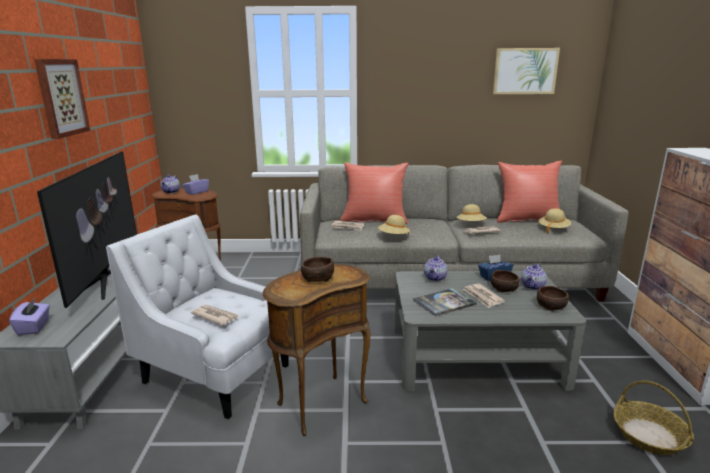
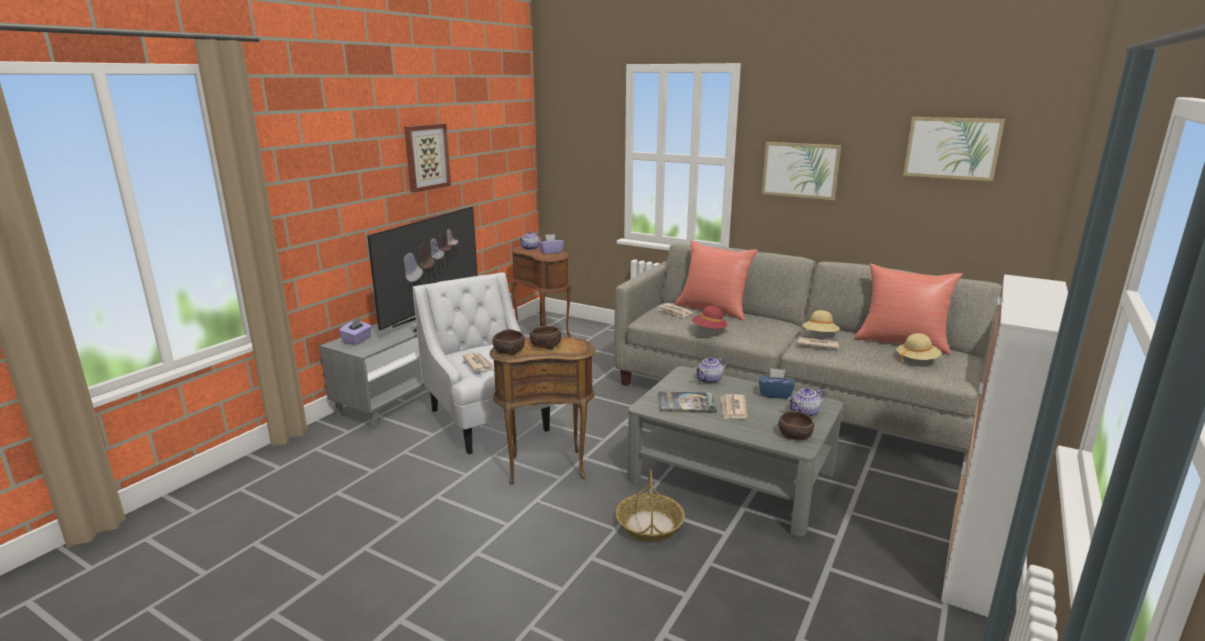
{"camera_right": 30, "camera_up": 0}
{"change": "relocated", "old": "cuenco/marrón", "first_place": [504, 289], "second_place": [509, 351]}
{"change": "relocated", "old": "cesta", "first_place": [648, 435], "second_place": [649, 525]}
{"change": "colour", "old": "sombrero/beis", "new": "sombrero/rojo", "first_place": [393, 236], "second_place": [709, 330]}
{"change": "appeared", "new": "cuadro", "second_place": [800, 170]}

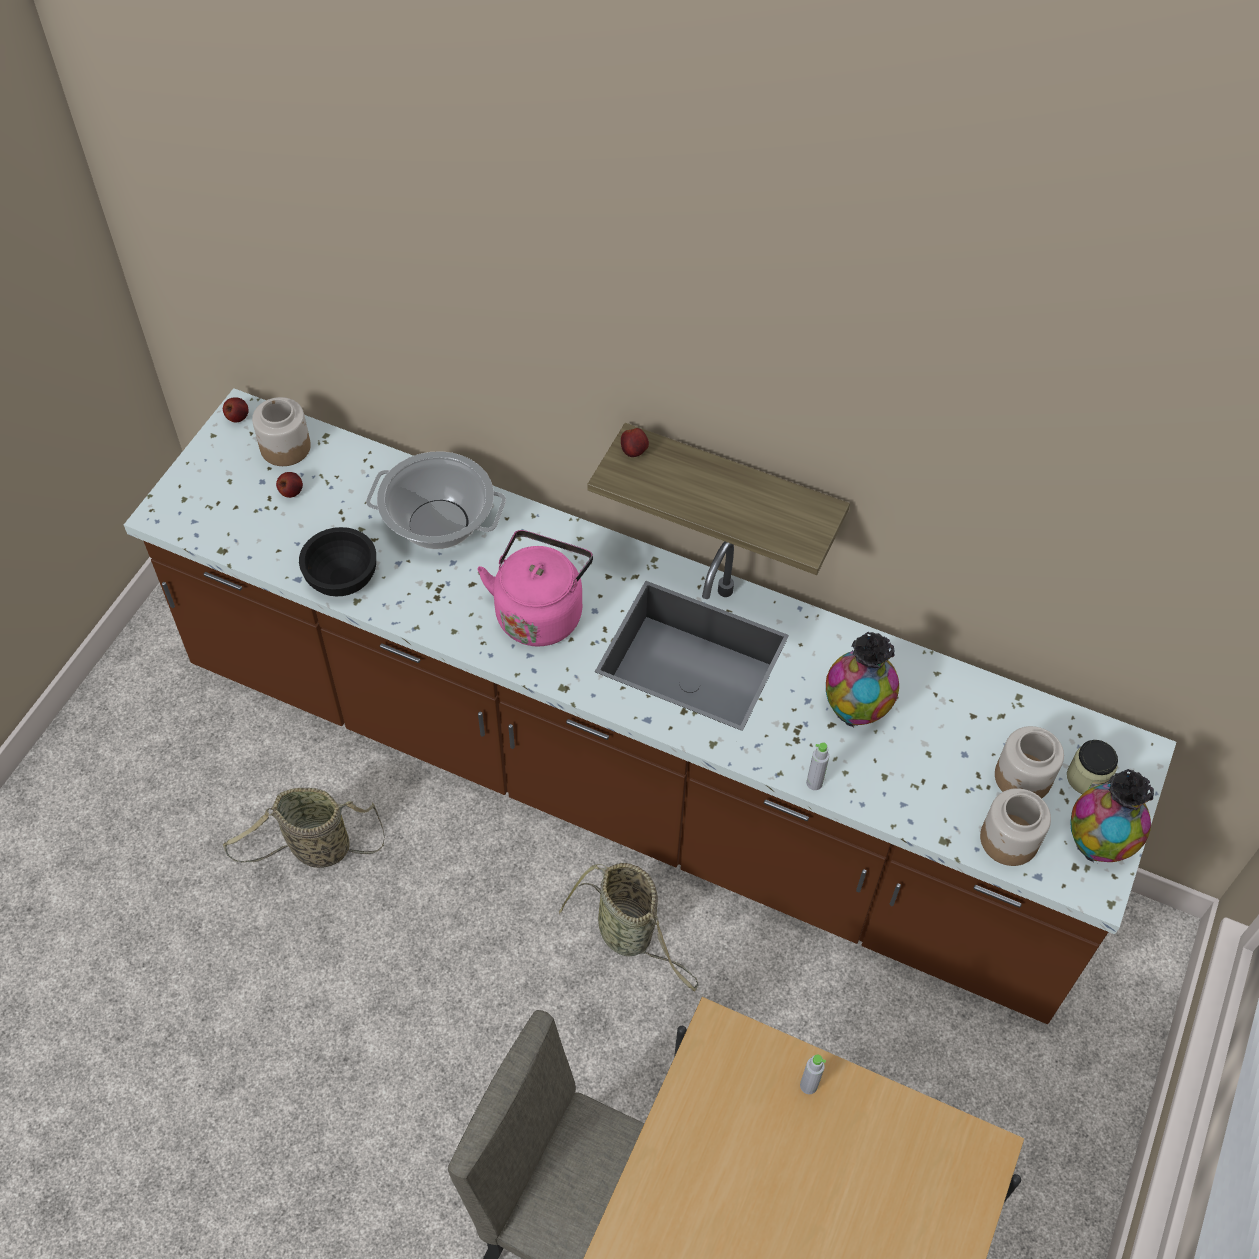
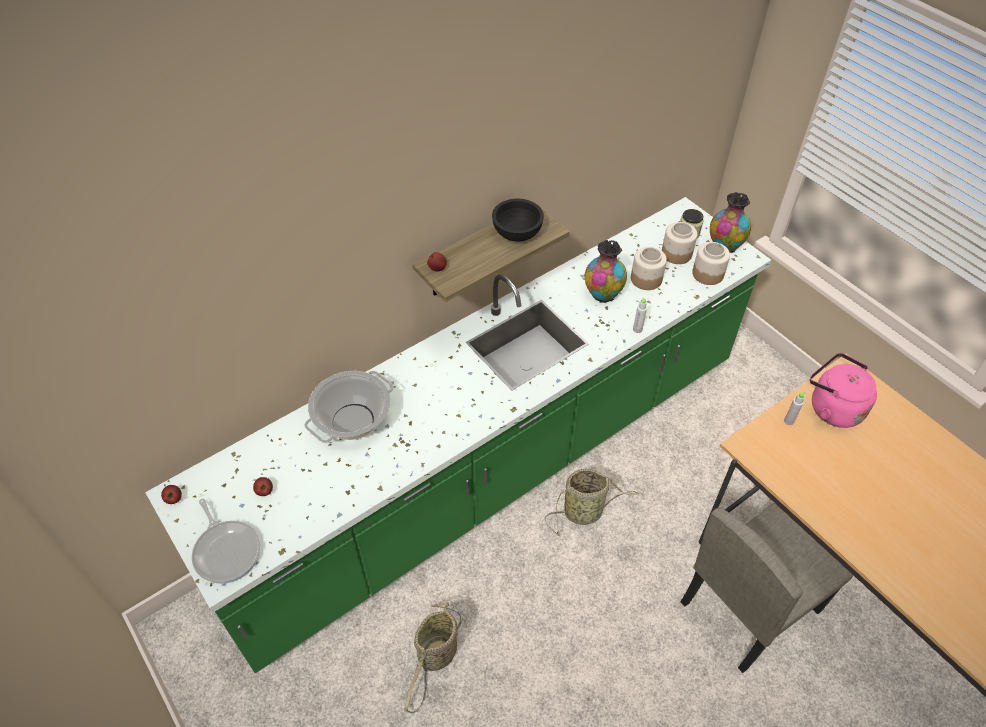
{"camera_right": -60, "camera_up": -5}
{"change": "colour", "old": "mueble bajo de cocina/marrón", "new": "mueble bajo de cocina/verde", "first_place": [625, 783], "second_place": [493, 471]}
{"change": "appeared", "new": "sartén", "second_place": [227, 550]}
{"change": "relocated", "old": "cuenco/negro", "first_place": [341, 577], "second_place": [516, 233]}
{"change": "relocated", "old": "tarro", "first_place": [285, 447], "second_place": [645, 279]}
{"change": "relocated", "old": "hervidor/rosa", "first_place": [540, 611], "second_place": [832, 407]}

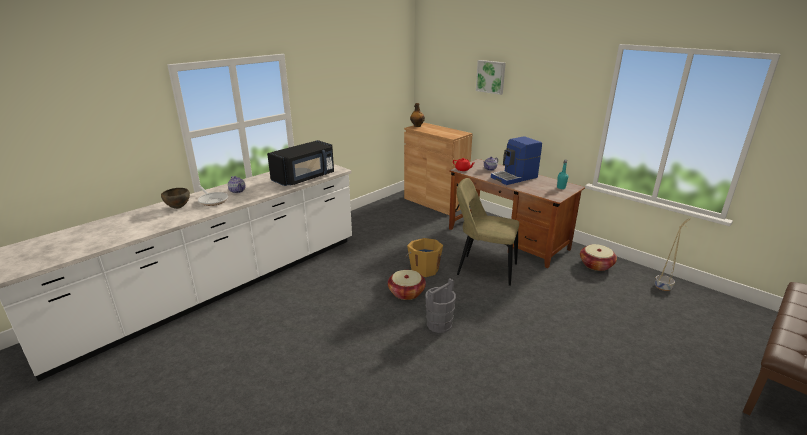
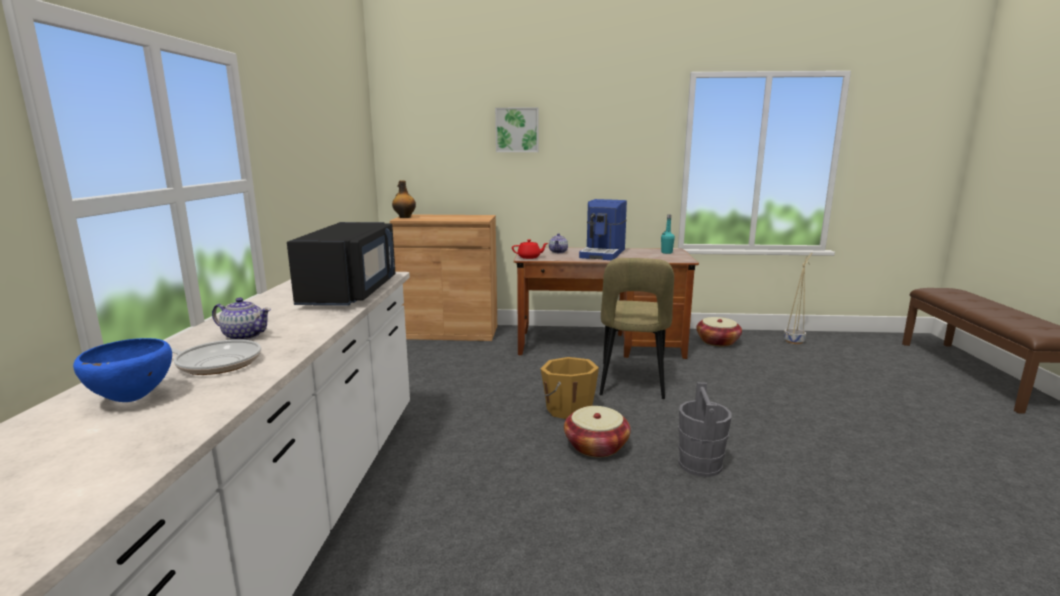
{"camera_right": -40, "camera_up": -10}
{"change": "colour", "old": "cuenco/marrón", "new": "cuenco/azul", "first_place": [178, 208], "second_place": [132, 400]}
{"change": "spun", "old": "silla/beis", "first_place": [483, 269], "second_place": [632, 383], "degrees": -60}

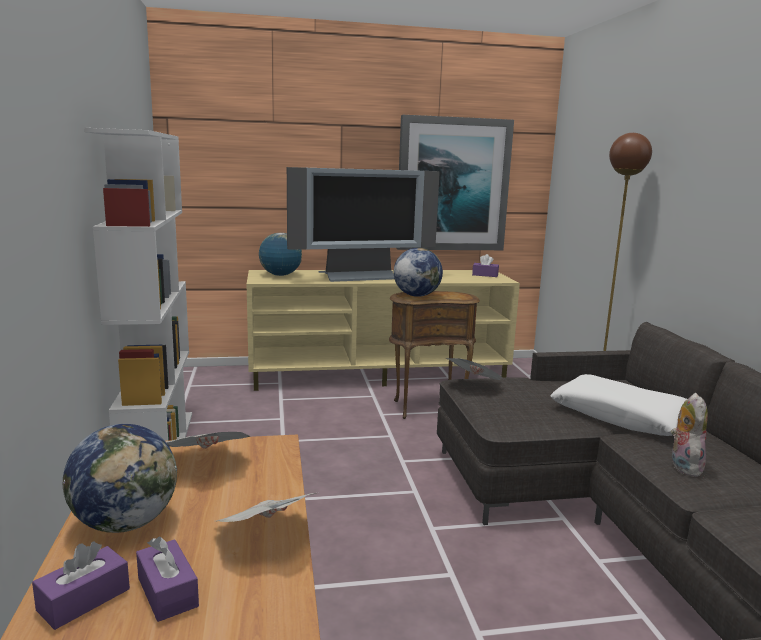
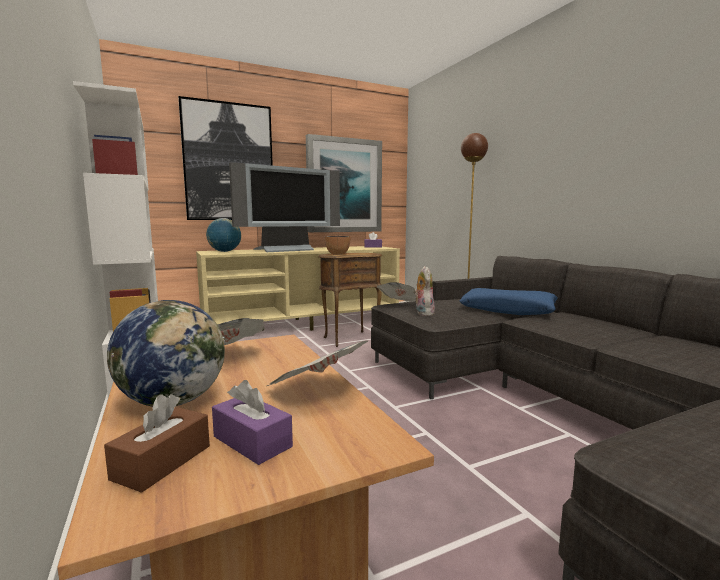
{"camera_right": -15, "camera_up": -5}
{"change": "colour", "old": "caja de pañuelos/morado", "new": "caja de pañuelos/marrón", "first_place": [84, 599], "second_place": [162, 462]}
{"change": "appeared", "new": "cuadro", "second_place": [229, 162]}
{"change": "exchanged", "old": "globo terráqueo", "new": "cuenco", "first_place": [416, 295], "second_place": [337, 254]}
{"change": "relocated", "old": "peluche", "first_place": [683, 466], "second_place": [423, 313]}
{"change": "colour", "old": "cojín/blanco", "new": "cojín/azul", "first_place": [621, 416], "second_place": [508, 310]}

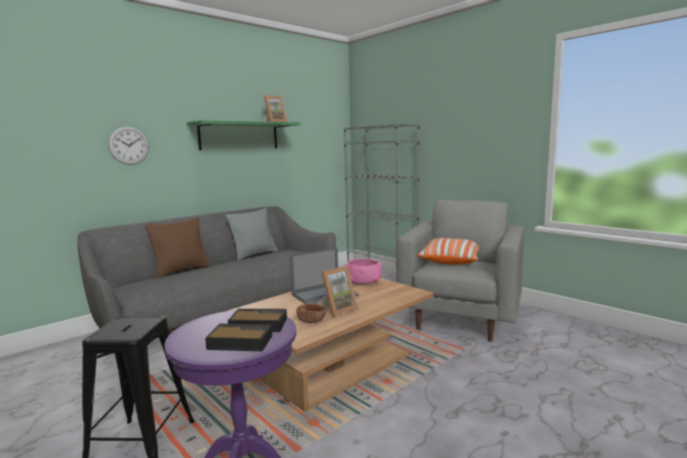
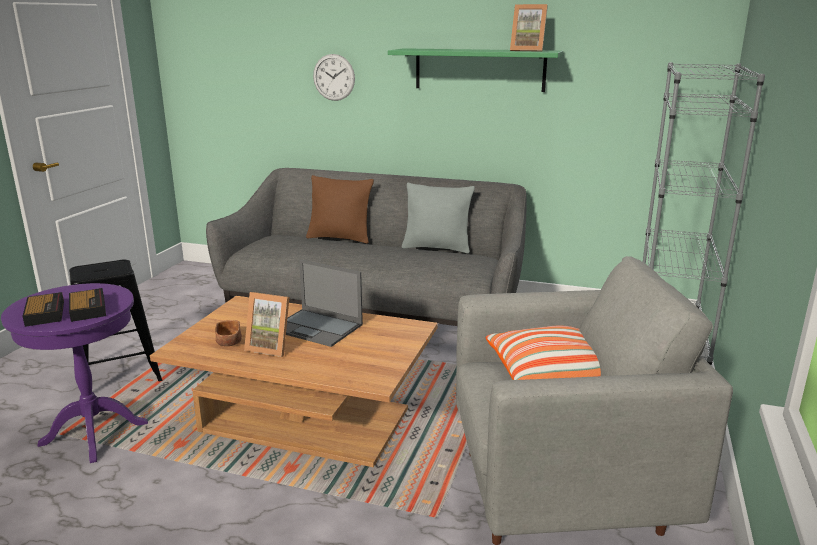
{"camera_right": 60, "camera_up": 10}
{"change": "missing", "old": "cuenco/rosa", "first_place": [362, 282]}

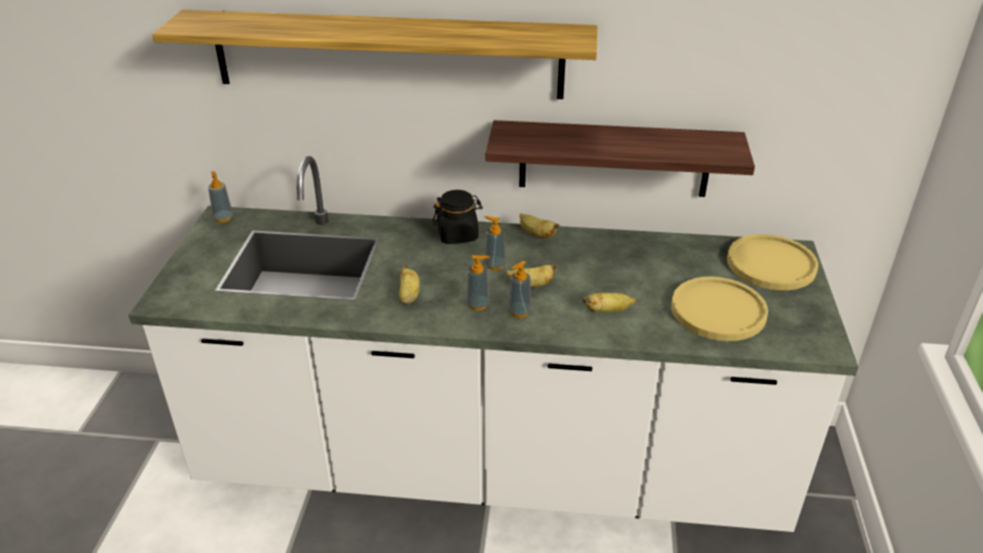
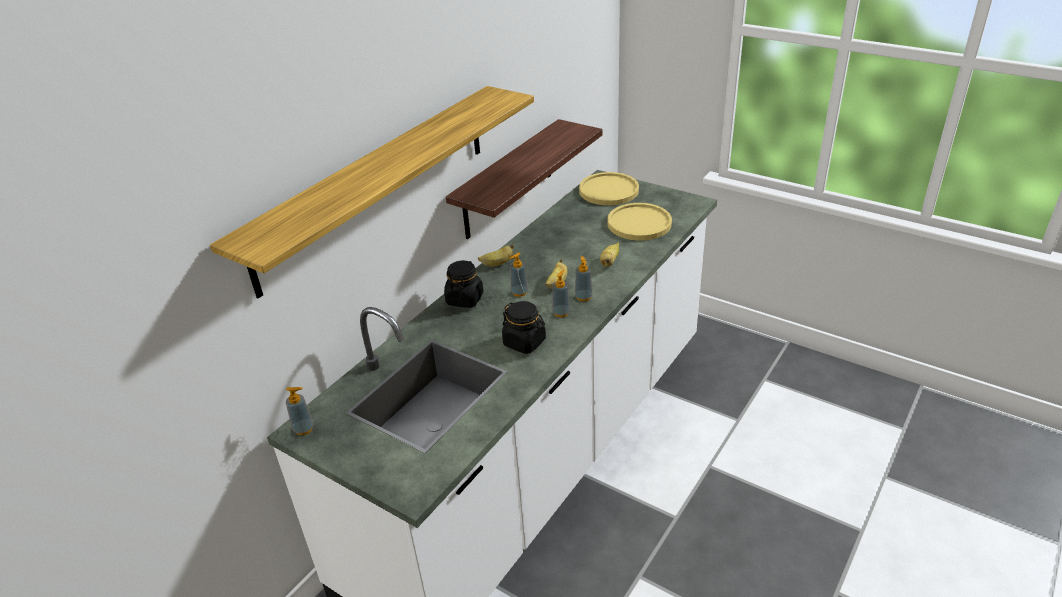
{"camera_right": -60, "camera_up": 0}
{"change": "exchanged", "old": "plátano", "new": "tarro/negro", "first_place": [409, 296], "second_place": [524, 342]}

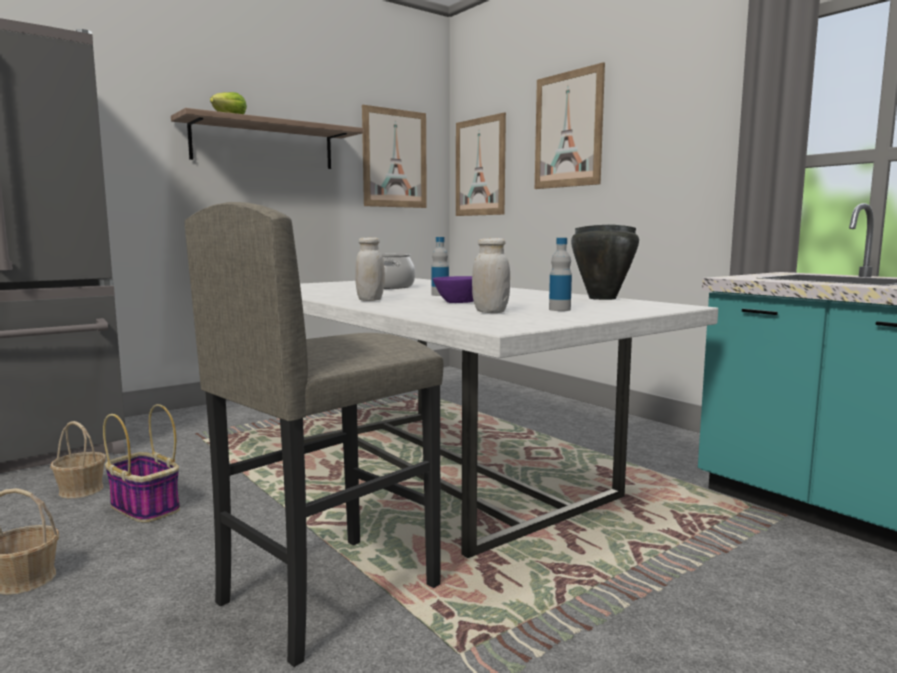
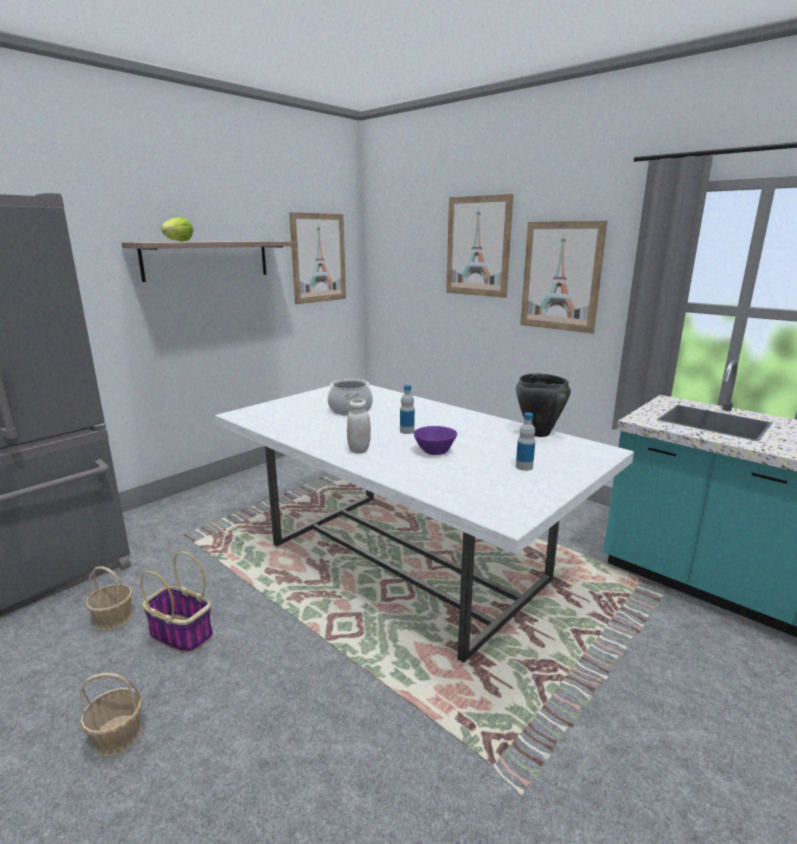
{"camera_right": -10, "camera_up": 10}
{"change": "relocated", "old": "cuadro", "first_place": [480, 167], "second_place": [561, 276]}
{"change": "missing", "old": "taburete/gris", "first_place": [328, 593]}
{"change": "missing", "old": "tarro/blanco", "first_place": [490, 312]}

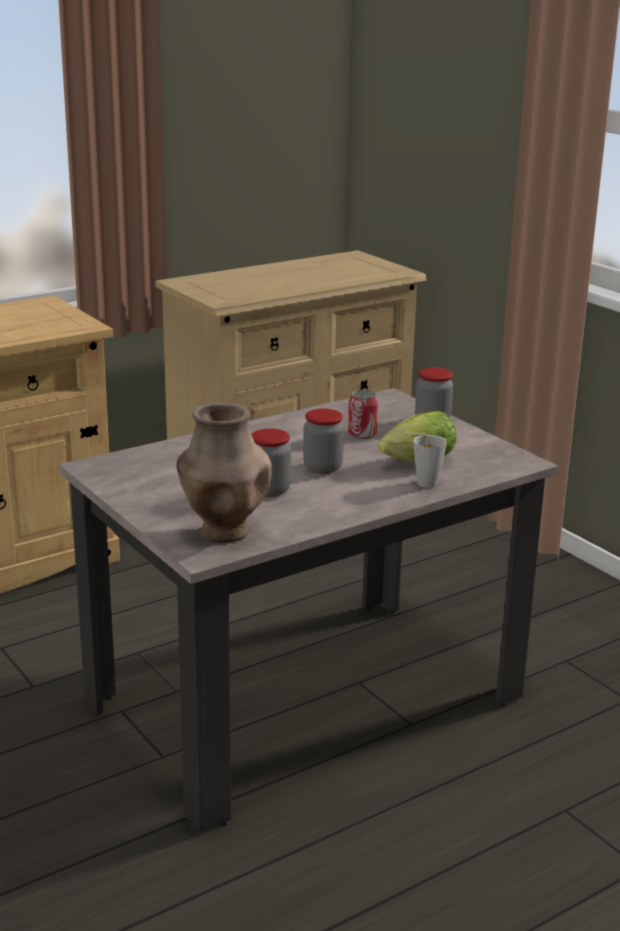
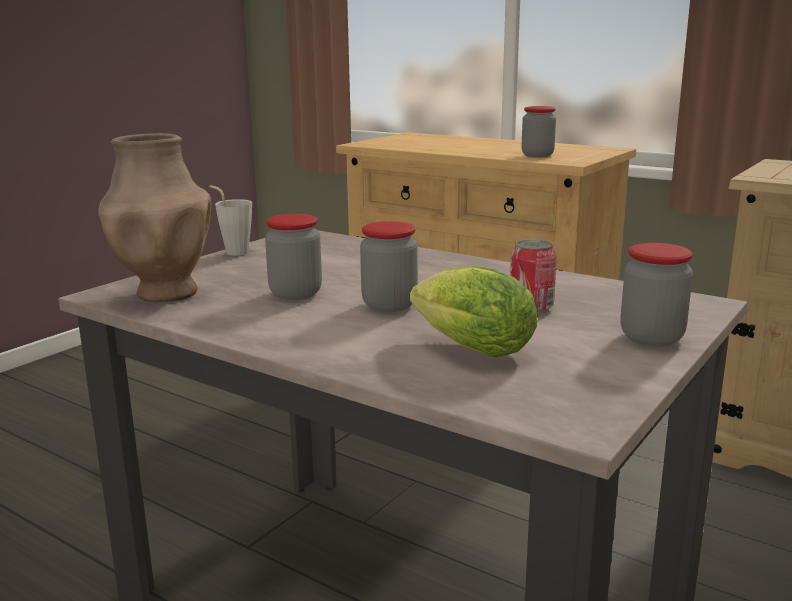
{"camera_right": 70, "camera_up": -5}
{"change": "relocated", "old": "taza/gris", "first_place": [422, 484], "second_place": [234, 251]}
{"change": "appeared", "new": "tarro", "second_place": [537, 155]}

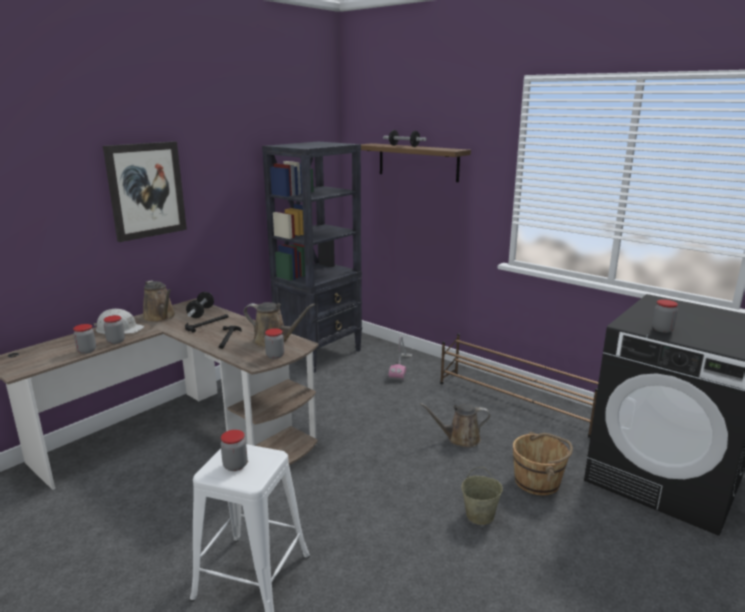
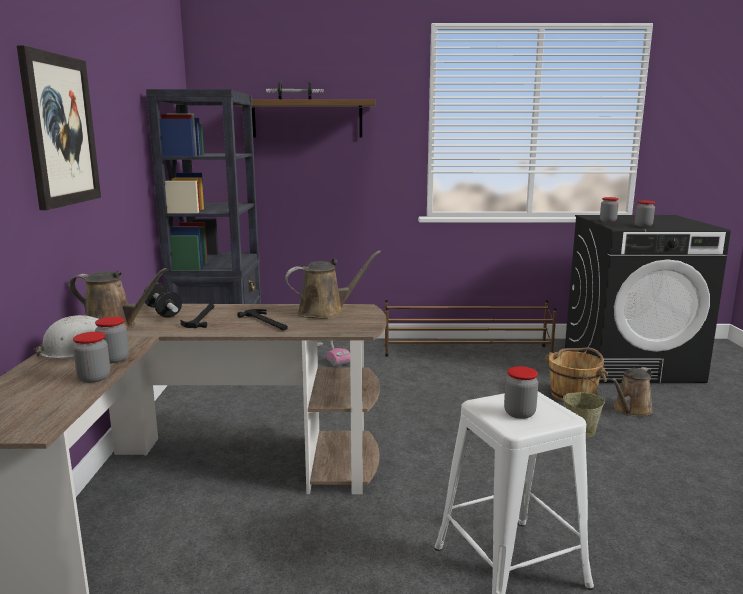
{"camera_right": -40, "camera_up": -5}
{"change": "relocated", "old": "tarro", "first_place": [275, 356], "second_place": [608, 221]}
{"change": "relocated", "old": "regadera/marrón", "first_place": [460, 439], "second_place": [631, 410]}

